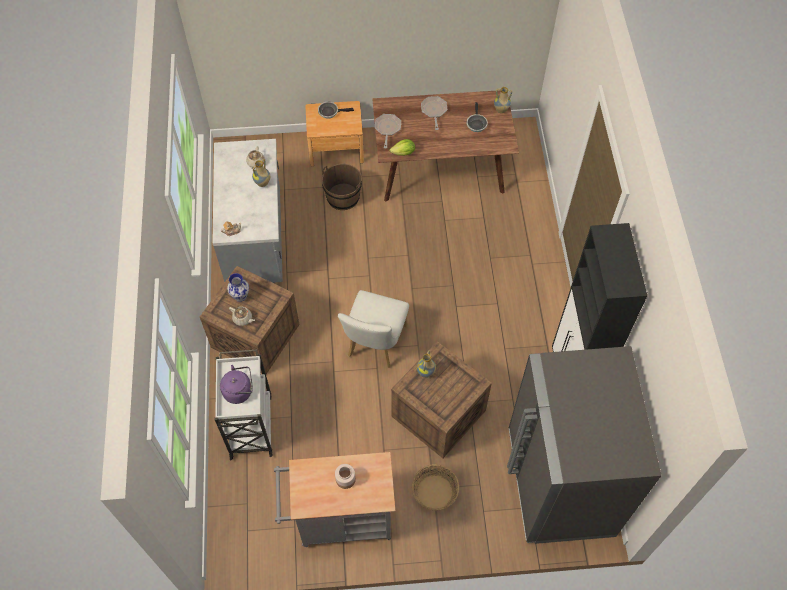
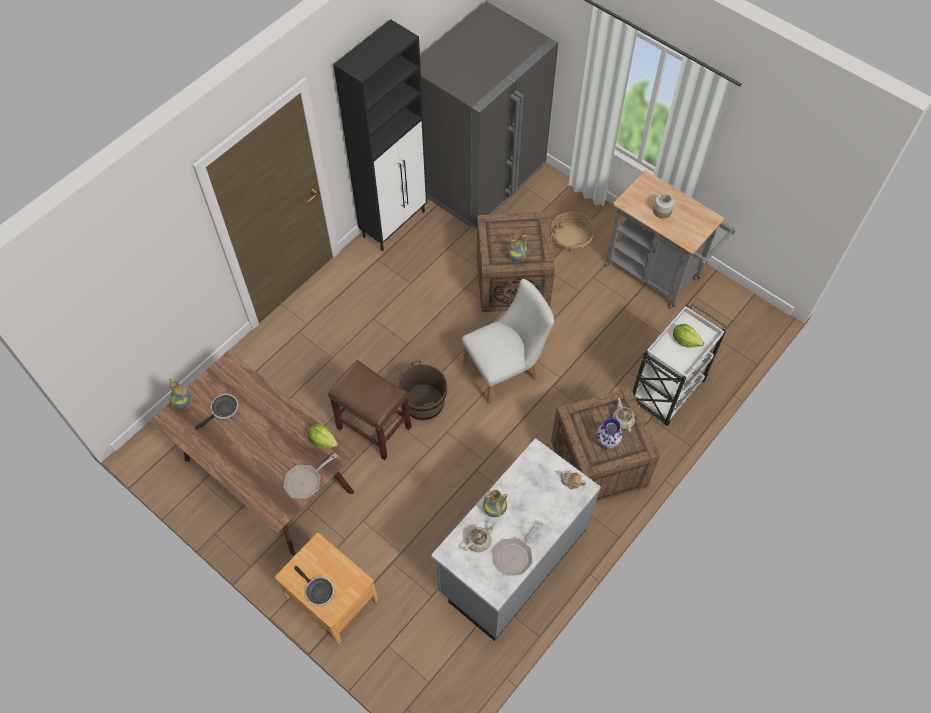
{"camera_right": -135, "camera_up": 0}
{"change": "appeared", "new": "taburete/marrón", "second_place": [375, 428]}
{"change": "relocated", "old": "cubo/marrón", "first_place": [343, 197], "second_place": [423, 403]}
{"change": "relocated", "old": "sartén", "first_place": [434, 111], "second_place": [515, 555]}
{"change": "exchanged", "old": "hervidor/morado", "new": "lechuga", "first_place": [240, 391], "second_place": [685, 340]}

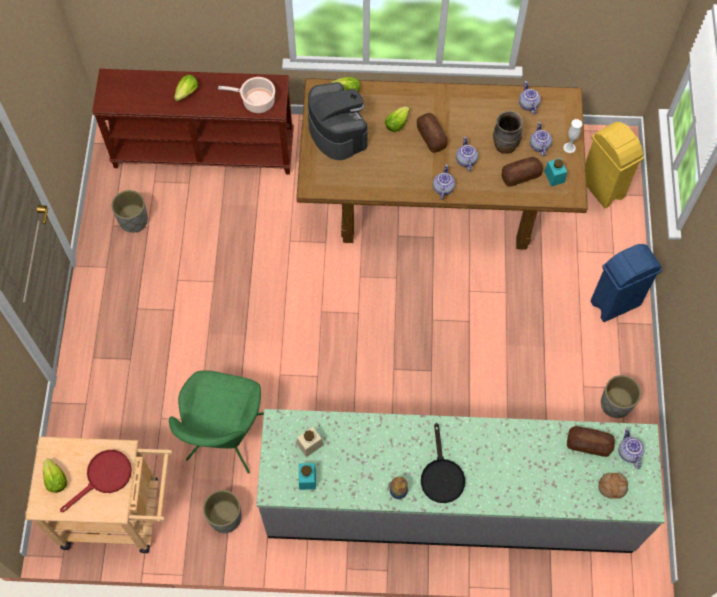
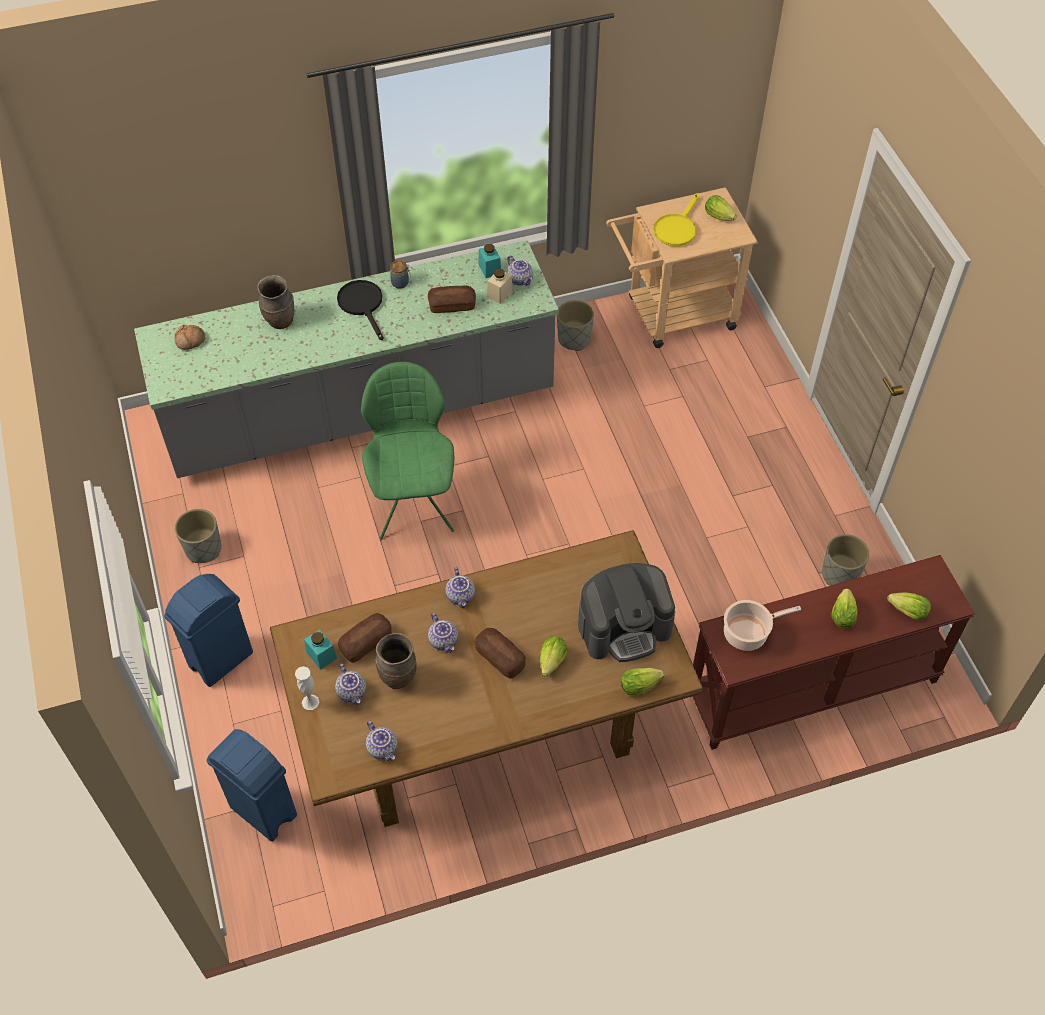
{"camera_right": 160, "camera_up": -10}
{"change": "colour", "old": "papelera/amarillo", "new": "papelera/azul", "first_place": [602, 188], "second_place": [263, 810]}
{"change": "appeared", "new": "florero/marrón", "second_place": [280, 321]}
{"change": "relocated", "old": "silla/verde", "first_place": [225, 439], "second_place": [413, 502]}
{"change": "relocated", "old": "pan", "first_place": [588, 444], "second_place": [452, 305]}
{"change": "relocated", "old": "tetera", "first_place": [628, 452], "second_place": [520, 279]}
{"change": "spun", "old": "cafetera", "first_place": [337, 131], "second_place": [624, 627], "degrees": -60}
{"change": "colour", "old": "sartén/rojo", "new": "sartén/amarillo", "first_place": [104, 477], "second_place": [677, 228]}
{"change": "appeared", "new": "lechuga", "second_place": [905, 611]}

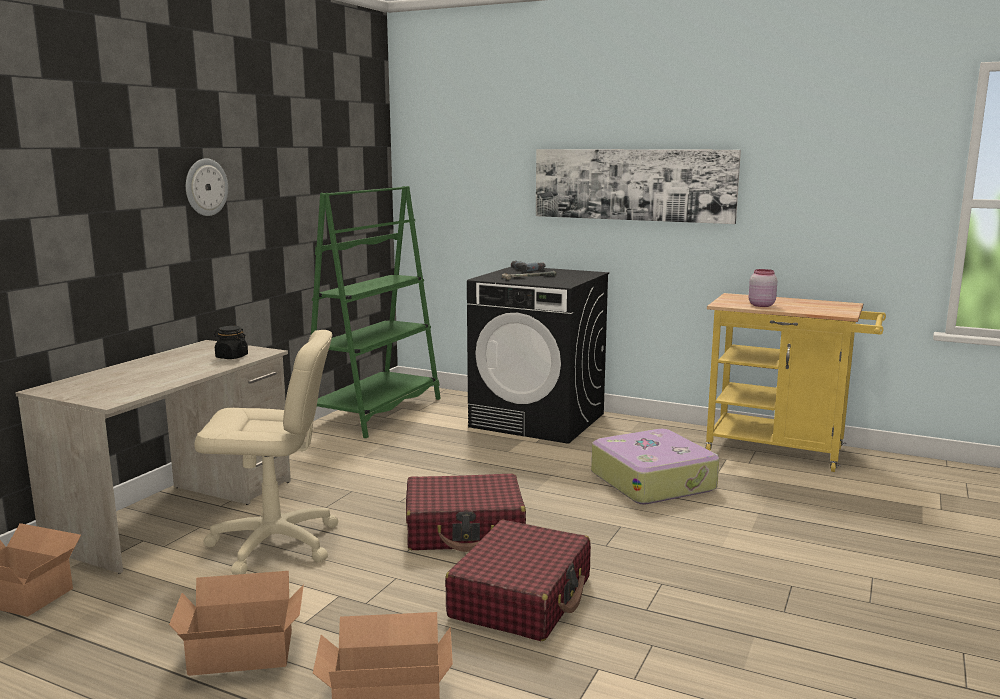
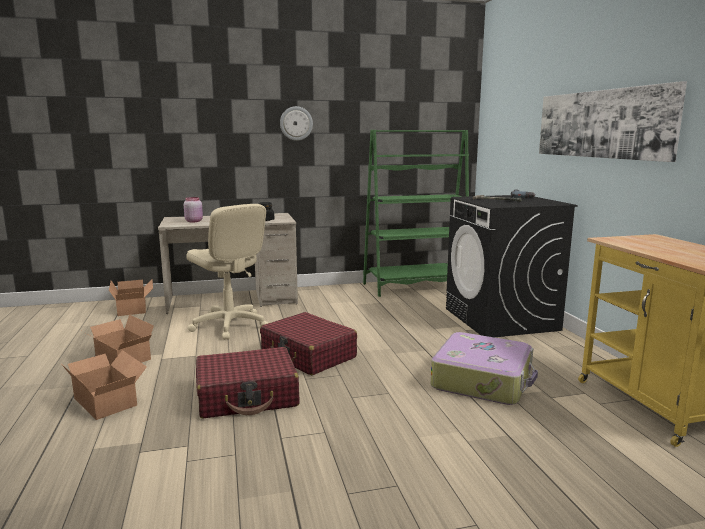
{"camera_right": 50, "camera_up": 0}
{"change": "relocated", "old": "tarro/rosa", "first_place": [760, 305], "second_place": [194, 221]}

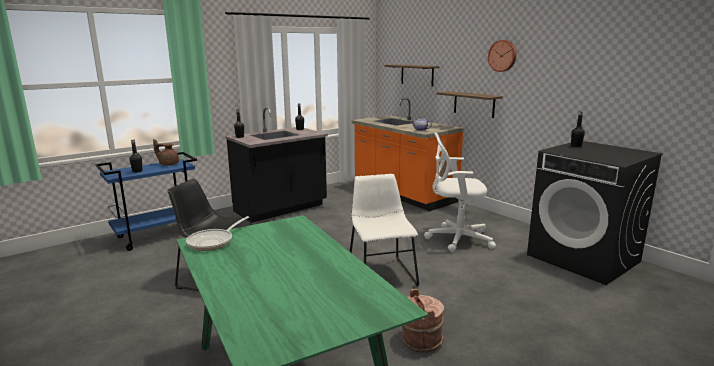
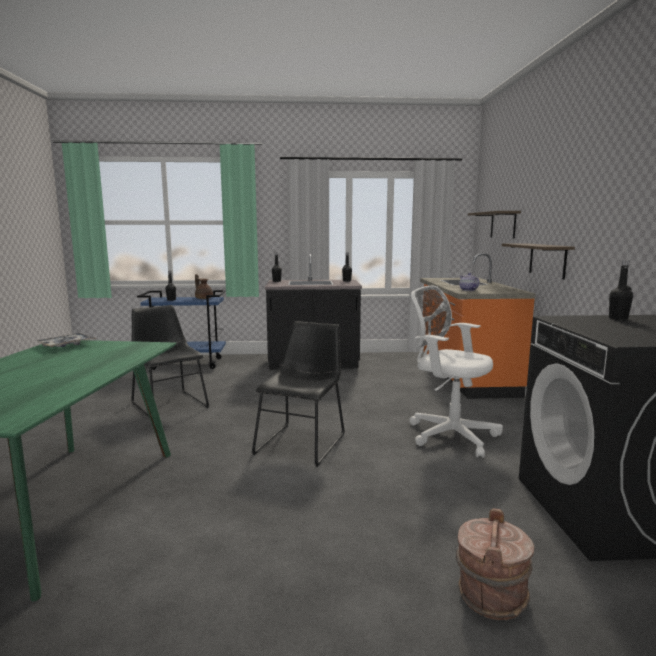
{"camera_right": 35, "camera_up": -5}
{"change": "exchanged", "old": "sartén", "new": "bandeja", "first_place": [213, 241], "second_place": [66, 345]}
{"change": "colour", "old": "silla/blanco", "new": "silla/negro", "first_place": [381, 273], "second_place": [302, 442]}
{"change": "relocated", "old": "cubo/marrón", "first_place": [420, 341], "second_place": [490, 595]}
{"change": "missing", "old": "reloj de pared", "first_place": [502, 56]}

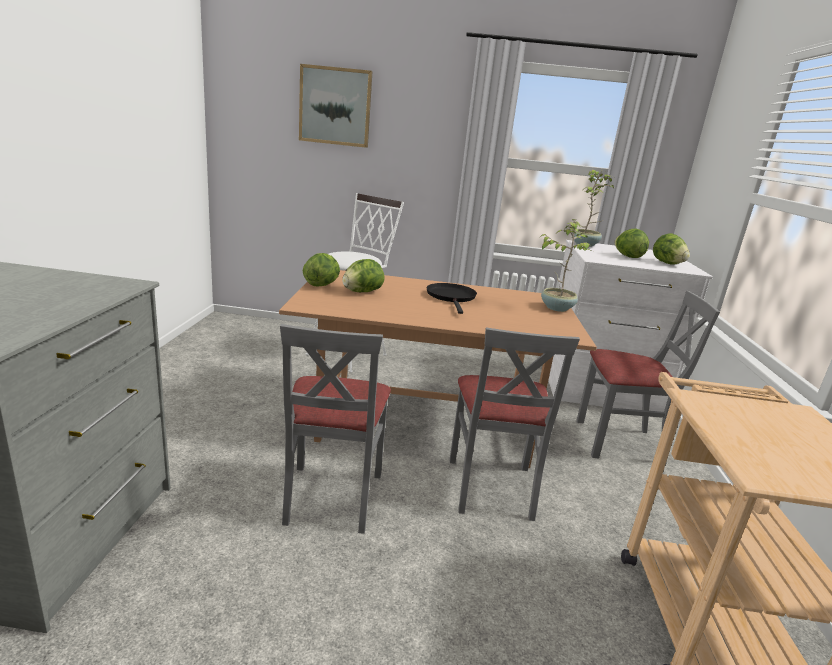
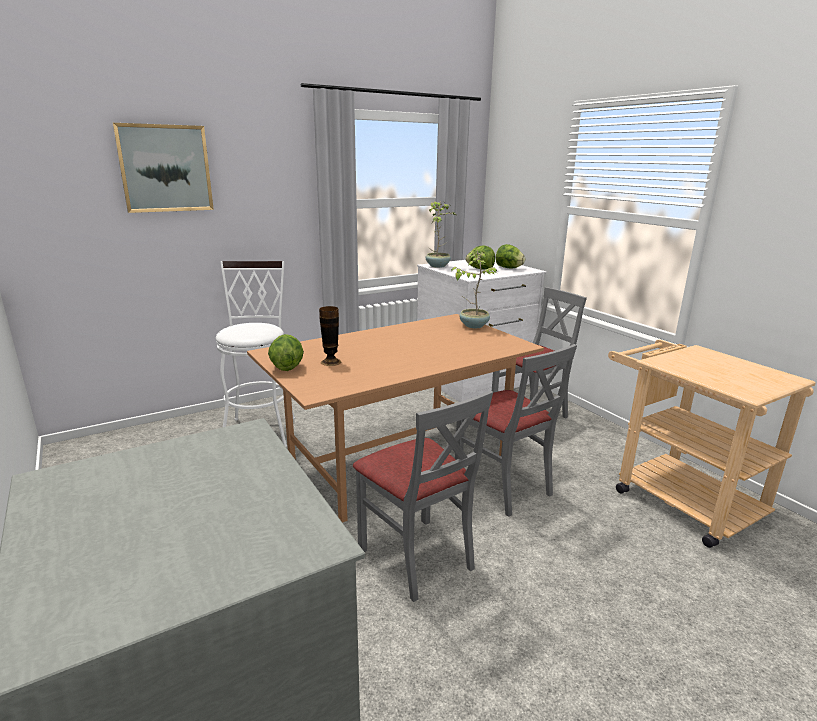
{"camera_right": -35, "camera_up": 0}
{"change": "exchanged", "old": "lechuga", "new": "florero", "first_place": [362, 292], "second_place": [331, 362]}
{"change": "missing", "old": "sartén/negro", "first_place": [451, 297]}

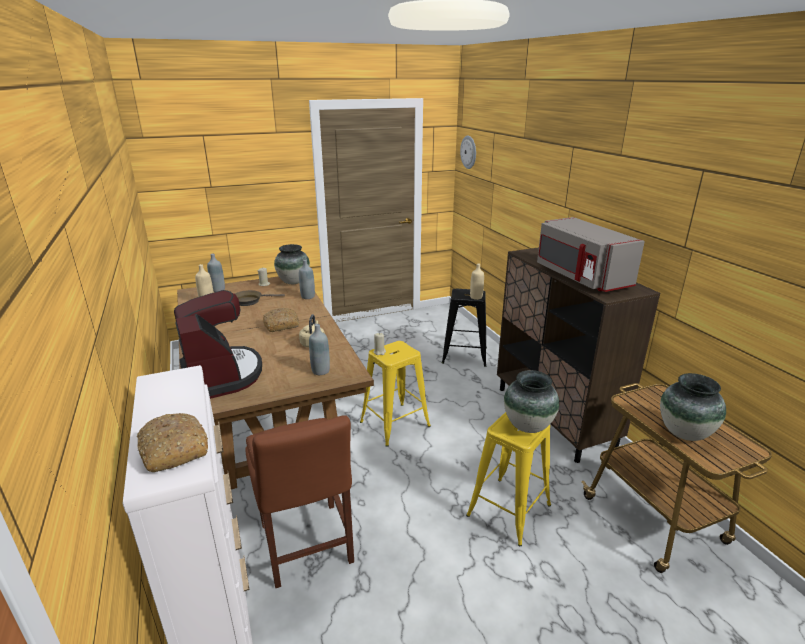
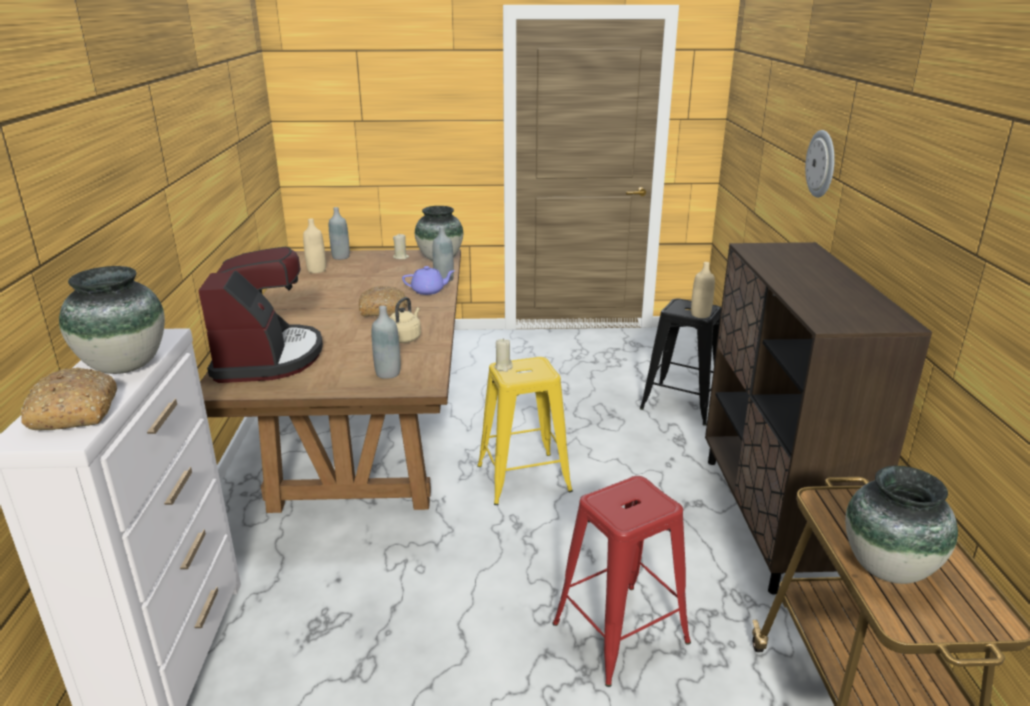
{"camera_right": 20, "camera_up": 0}
{"change": "relocated", "old": "florero", "first_place": [527, 426], "second_place": [125, 366]}
{"change": "appeared", "new": "tetera/morado", "second_place": [429, 291]}
{"change": "colour", "old": "taburete/amarillo", "new": "taburete/rojo", "first_place": [509, 510], "second_place": [621, 633]}
{"change": "relocated", "old": "reloj de pared", "first_place": [469, 152], "second_place": [822, 164]}
{"change": "missing", "old": "sartén/marrón", "first_place": [250, 301]}
{"change": "missing", "old": "silla/marrón", "first_place": [307, 547]}
{"change": "missing", "old": "microondas/gris", "first_place": [580, 277]}

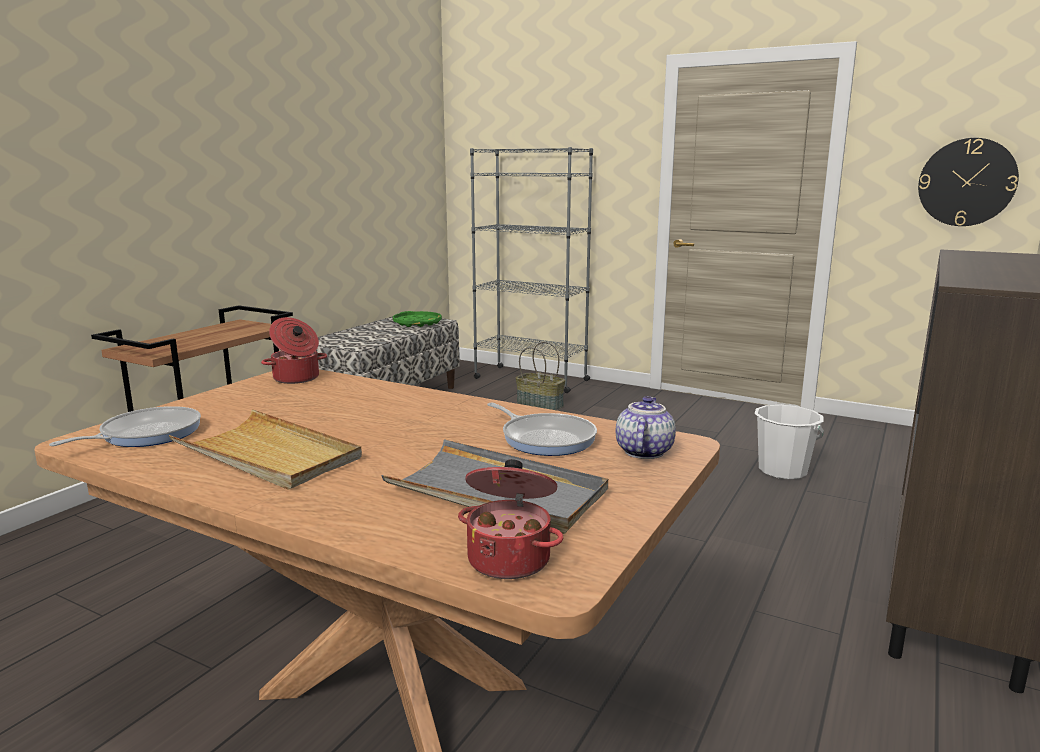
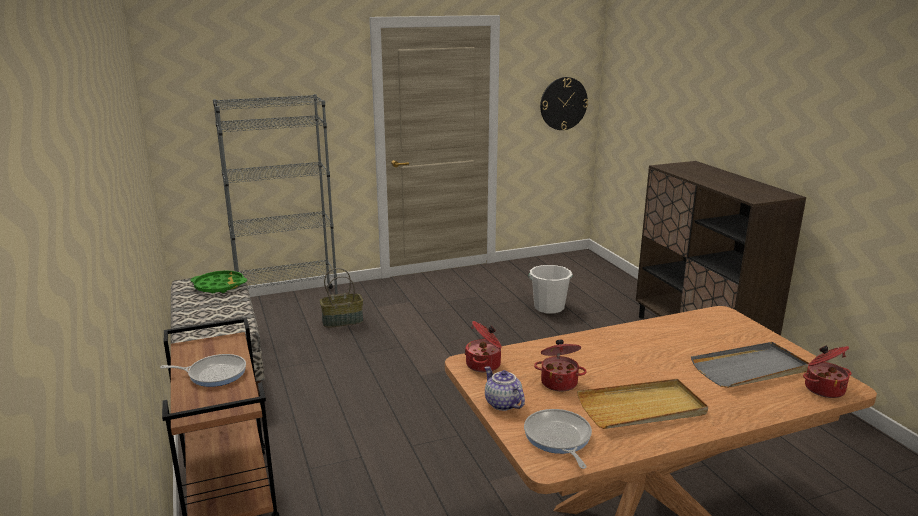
{"camera_right": -50, "camera_up": 5}
{"change": "relocated", "old": "sartén", "first_place": [545, 438], "second_place": [214, 374]}
{"change": "relocated", "old": "tetera", "first_place": [642, 451], "second_place": [502, 404]}
{"change": "appeared", "new": "olla", "second_place": [559, 382]}

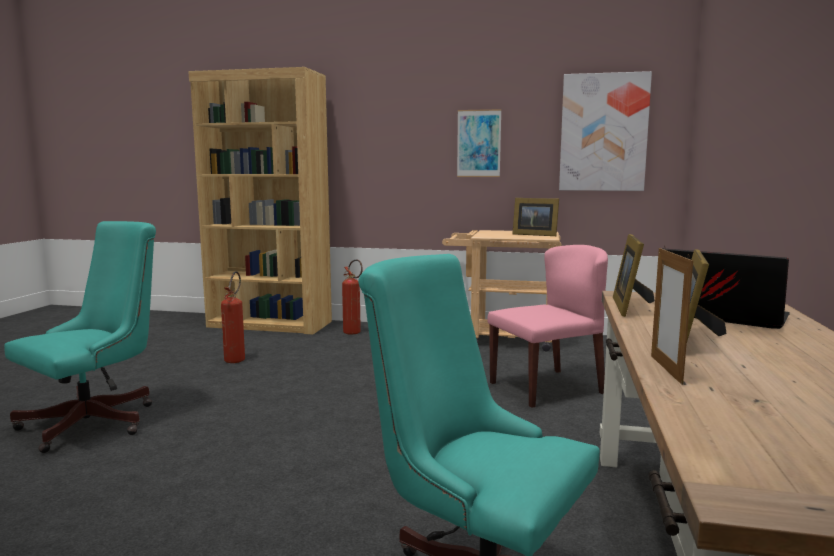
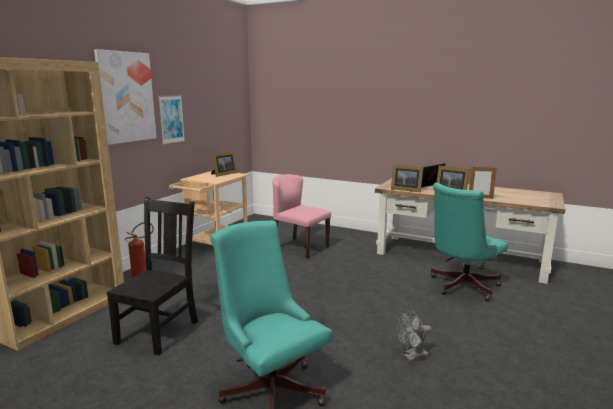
{"camera_right": -75, "camera_up": 5}
{"change": "relocated", "old": "cuadro", "first_place": [603, 132], "second_place": [126, 97]}
{"change": "exchanged", "old": "extintor", "new": "silla/negro", "first_place": [236, 358], "second_place": [159, 331]}
{"change": "spun", "old": "silla/rosa", "first_place": [546, 387], "second_place": [299, 248], "degrees": -45}
{"change": "appeared", "new": "ventilador/gris", "second_place": [412, 356]}

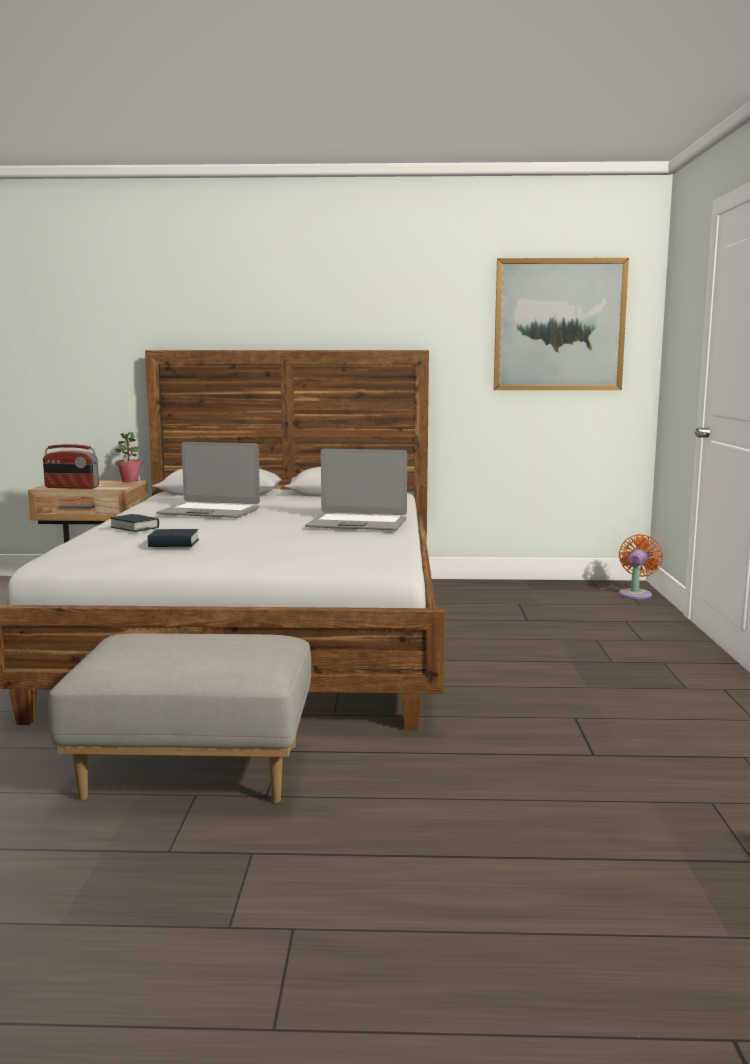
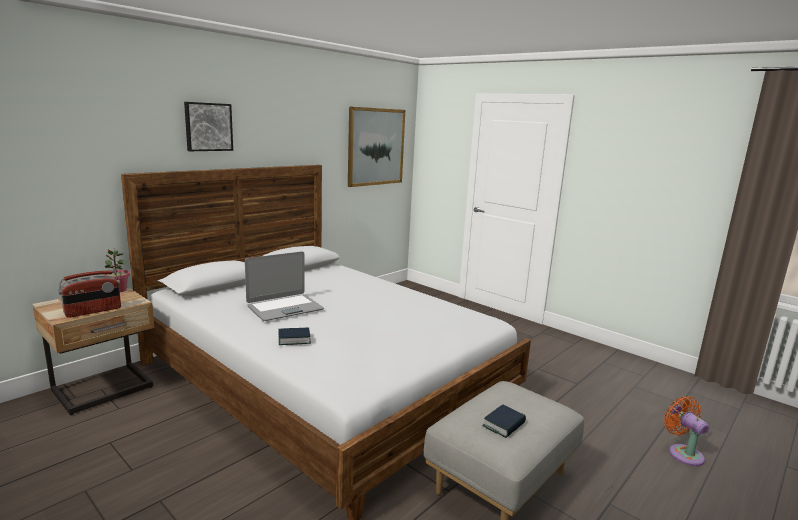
{"camera_right": -50, "camera_up": 5}
{"change": "appeared", "new": "cuadro", "second_place": [208, 127]}
{"change": "relocated", "old": "libro", "first_place": [174, 544], "second_place": [504, 425]}
{"change": "relocated", "old": "ventilador/naranja", "first_place": [636, 594], "second_place": [683, 453]}
{"change": "missing", "old": "portátil", "first_place": [357, 524]}

